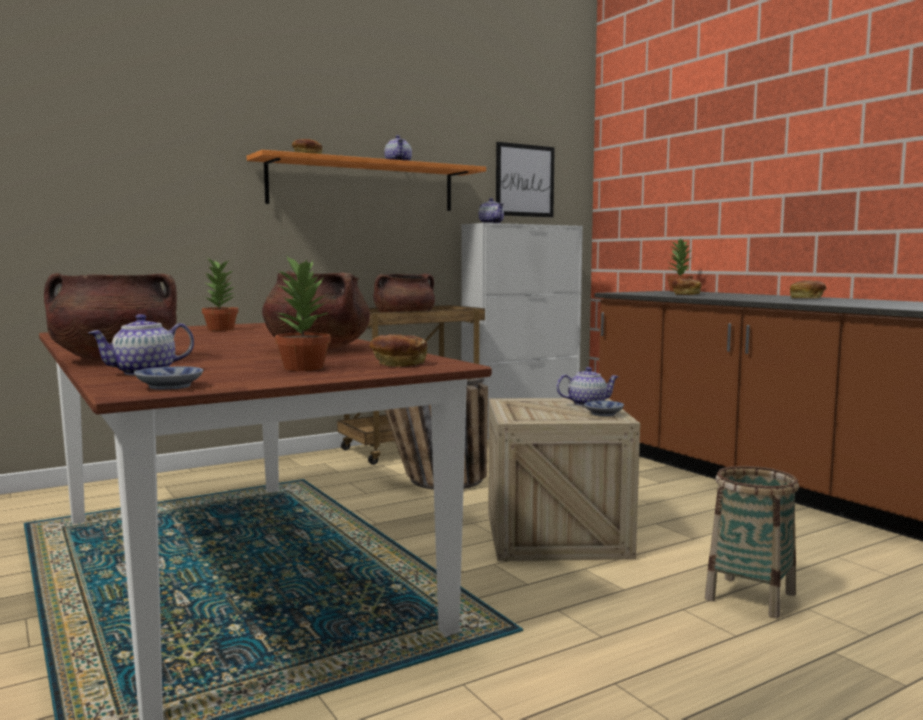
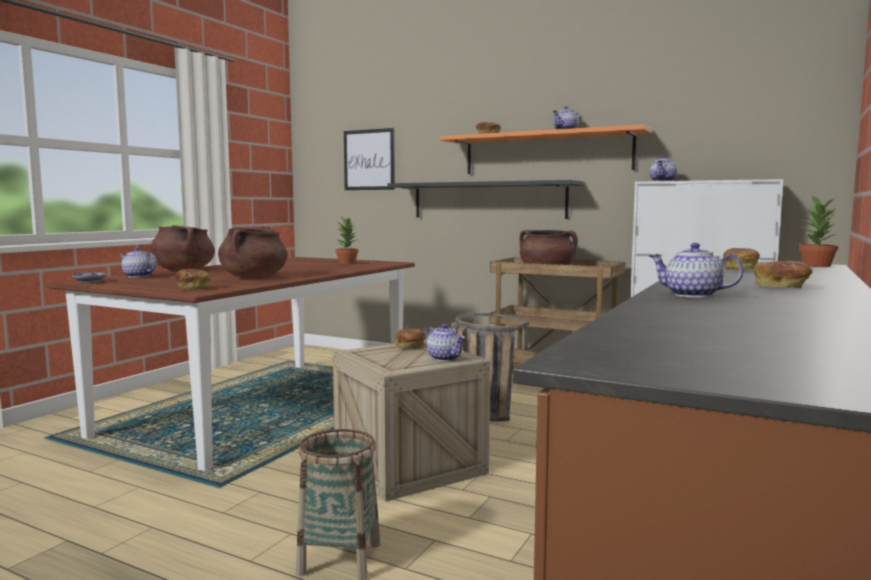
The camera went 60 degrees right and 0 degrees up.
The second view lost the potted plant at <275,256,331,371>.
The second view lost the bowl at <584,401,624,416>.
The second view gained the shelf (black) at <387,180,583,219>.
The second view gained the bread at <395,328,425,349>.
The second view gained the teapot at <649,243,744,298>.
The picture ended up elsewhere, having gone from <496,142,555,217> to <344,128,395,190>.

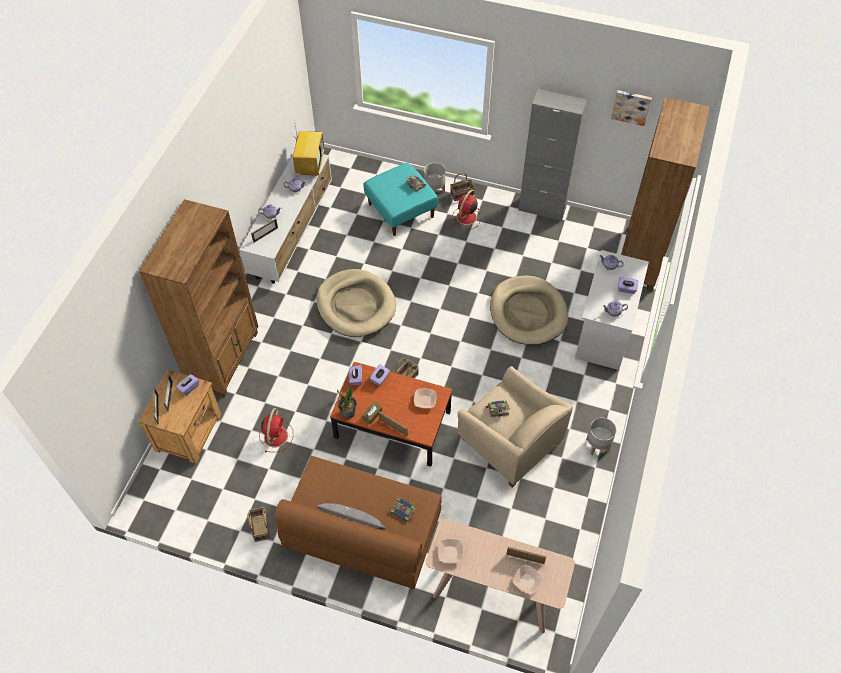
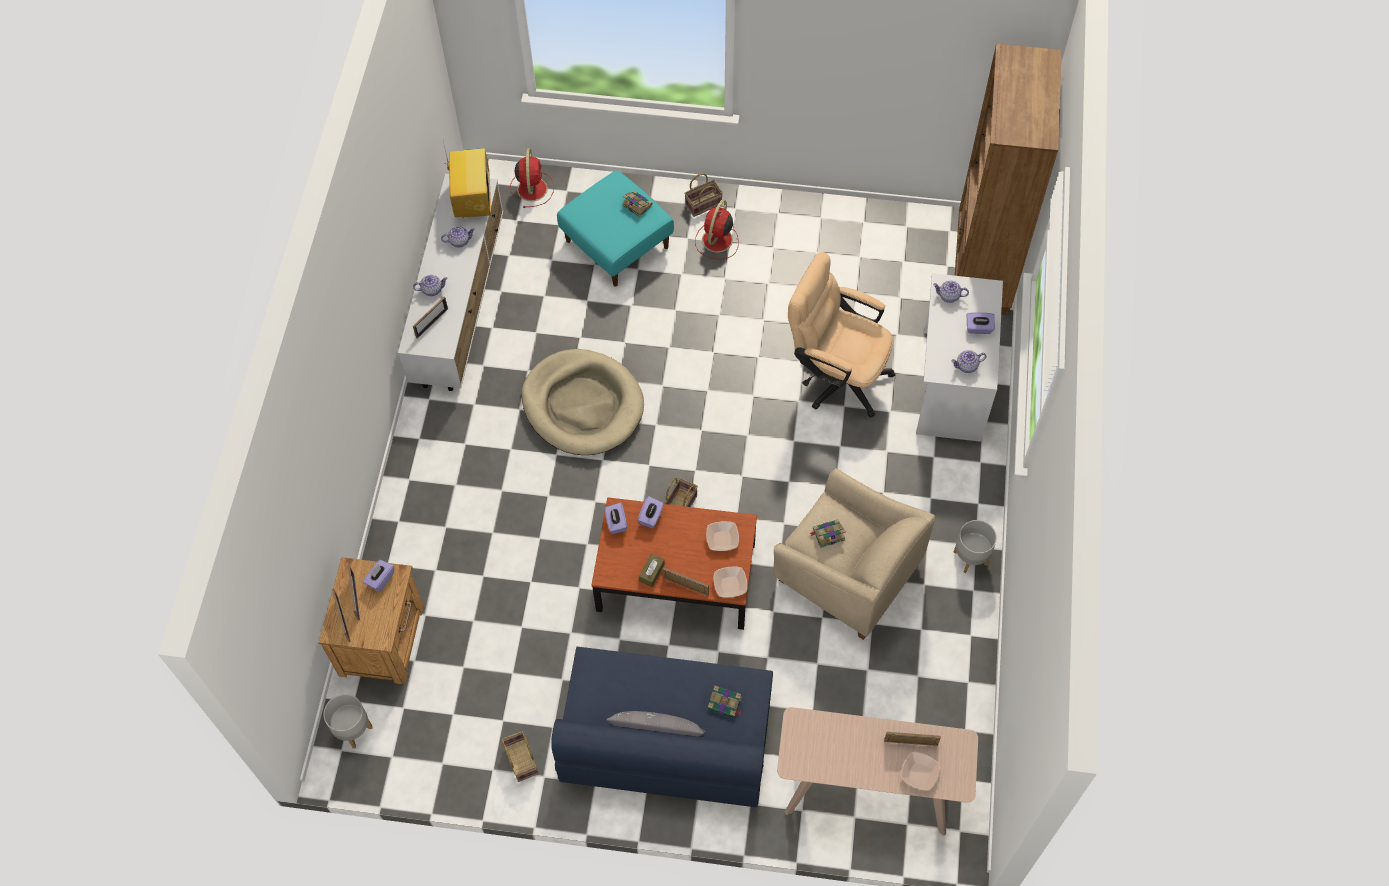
The camera went 10 degrees left and 5 degrees up.
The second view lost the bookcase (brown) at <139,199,259,397>.
The second view lost the potted plant at <337,385,357,419>.
The second view lost the cabinet (grey) at <518,89,587,221>.
The second view lost the picture at <611,90,652,126>.
The fan (red) ended up elsewhere, having gone from <259,408,293,452> to <510,148,554,208>.
The planter (grey) ended up elsewhere, having gone from <424,163,445,192> to <323,694,372,748>.
The bowl ended up elsewhere, having gone from <438,538,464,563> to <714,567,747,598>.
Where the dog bed (beige) stood at <490,275,568,345>, the office chair (beige) came to stand at <788,252,895,418>.
What was the sofa (brown) at <275,456,442,589> turned into the sofa (blue) at <551,647,773,807>.

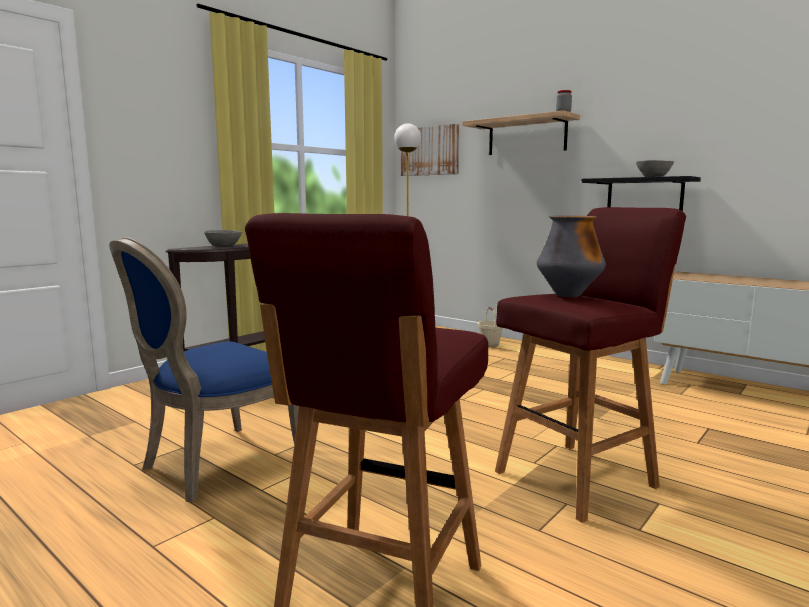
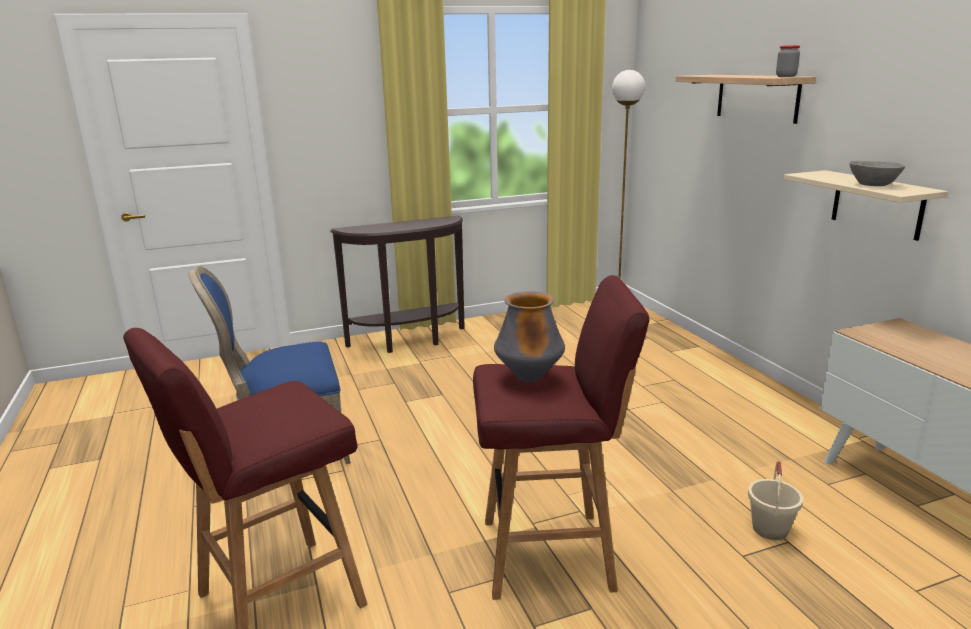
The camera went 30 degrees right and 10 degrees up.
The second view lost the bowl (grey) at <204,230,242,247>.
The second view lost the picture at <401,124,459,176>.
The bucket (beige) ended up elsewhere, having gone from <477,307,503,347> to <748,461,803,540>.
What was the shelf (black) at <581,176,701,211> turned into the shelf (beige) at <784,170,948,241>.

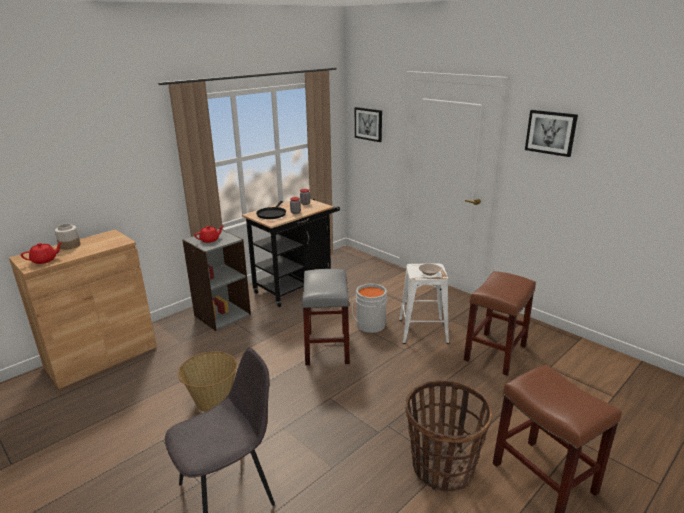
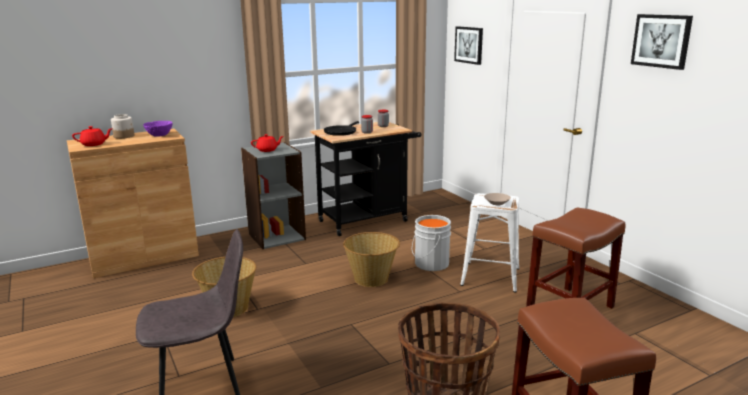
The camera went 15 degrees right and 5 degrees down.
The second view gained the bowl (purple) at <143,121,173,137>.
Where the stool (grey) stood at <302,269,350,366>, the basket came to stand at <343,232,400,287>.

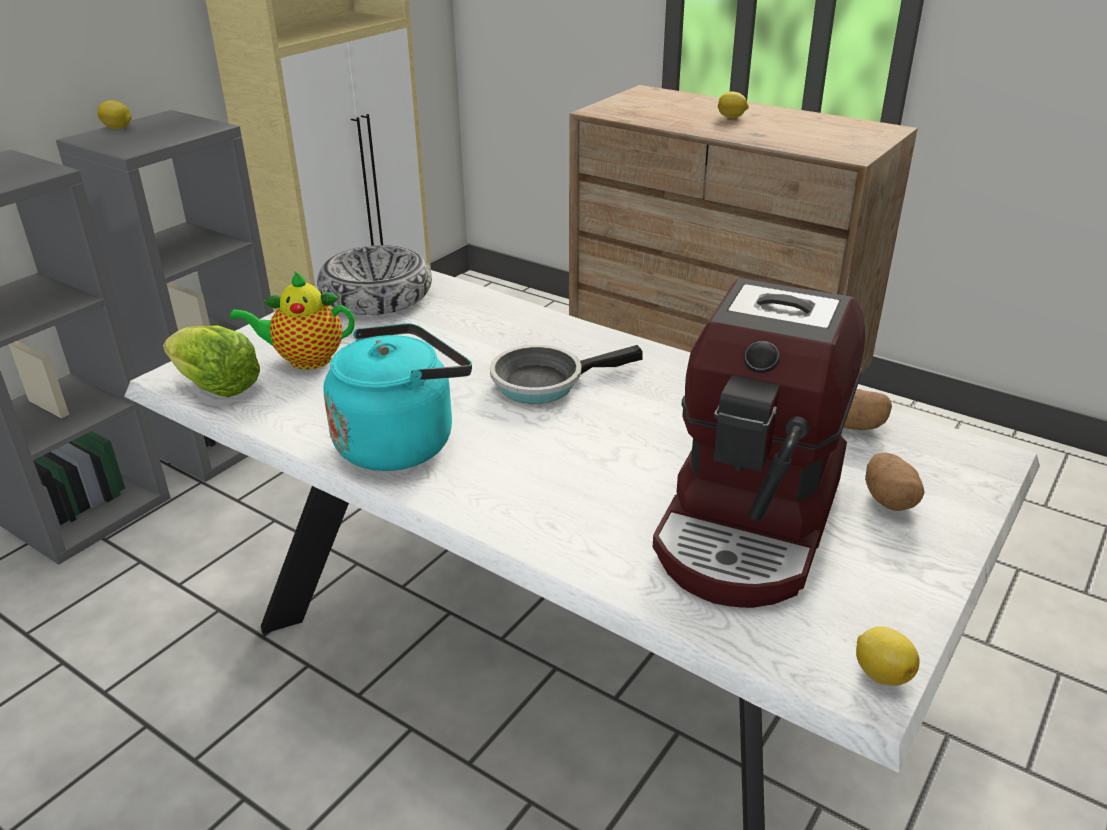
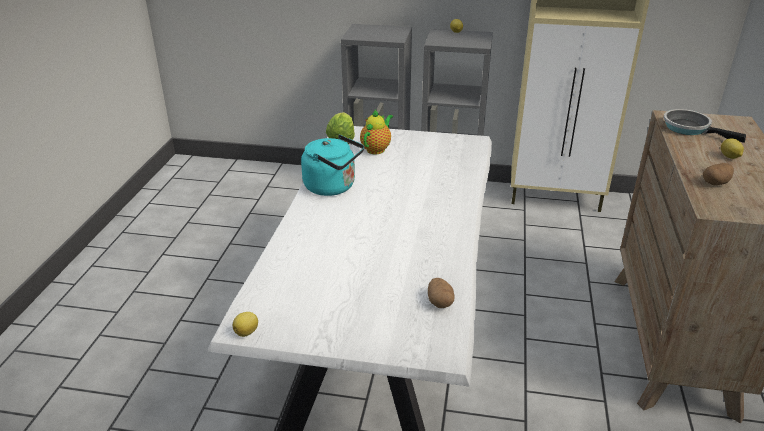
The camera went 65 degrees right and 0 degrees up.
The second view lost the bowl at <317,245,432,315>.
The second view lost the coffee machine at <653,278,865,608>.
The frying pan ended up elsewhere, having gone from <490,345,643,404> to <664,109,746,143>.
The potato ended up elsewhere, having gone from <865,453,925,511> to <703,163,734,185>.
The teapot at <229,271,354,369> ended up facing another way, 60 degrees clockwise from before.

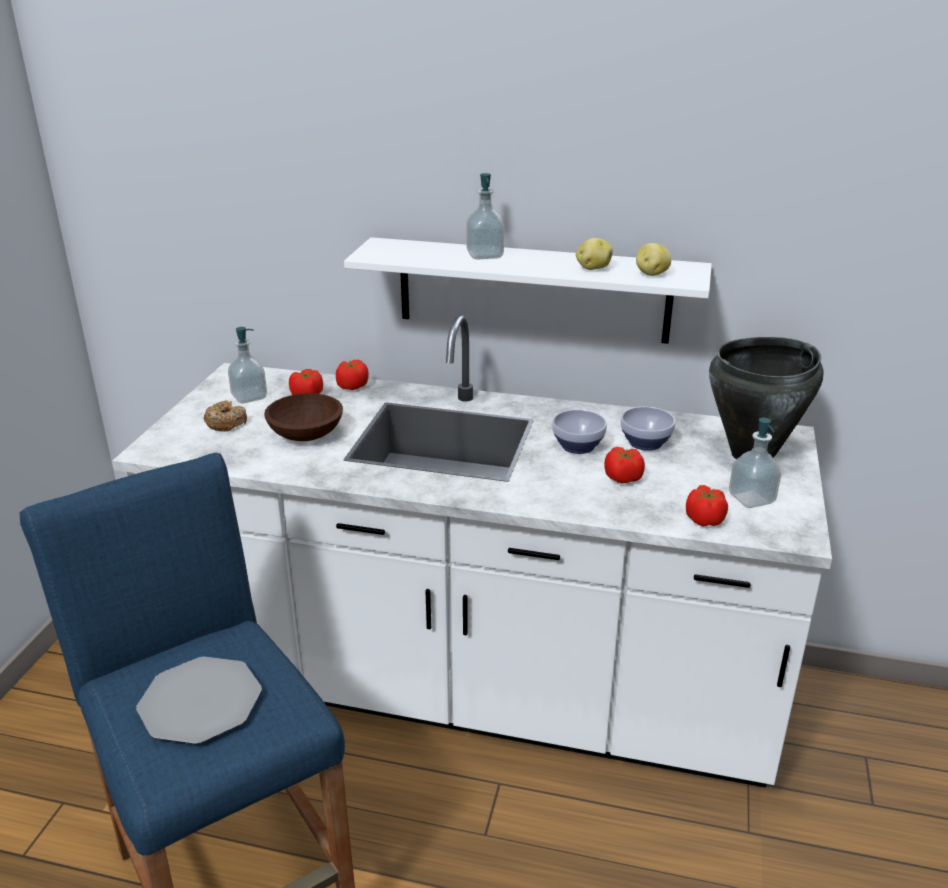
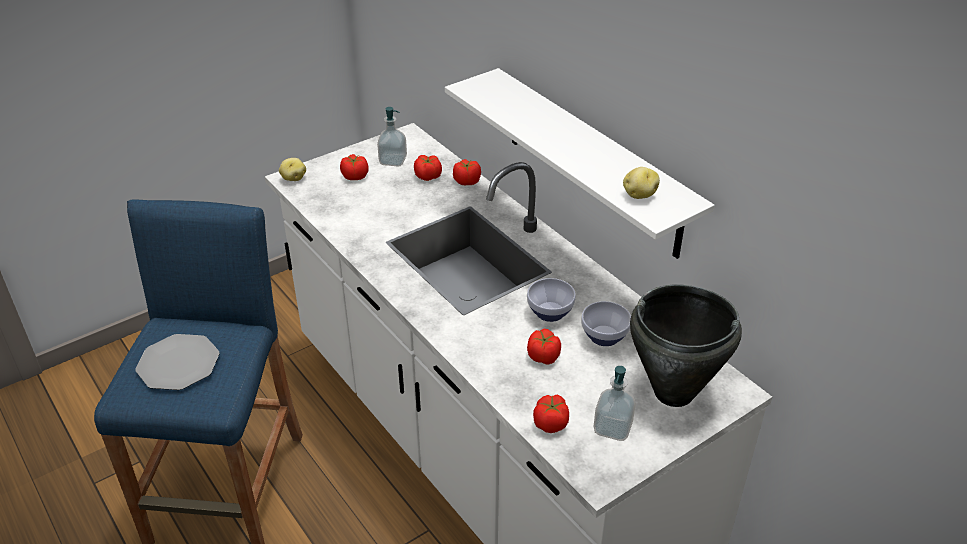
The camera went 40 degrees right and 10 degrees up.
The second view lost the bowl (brown) at <264,393,343,441>.
The second view lost the soap dispenser at <466,173,504,260>.
The potato ended up elsewhere, having gone from <576,238,613,270> to <279,158,306,181>.
Where the donut stood at <204,400,247,432>, the tomato came to stand at <340,154,369,180>.

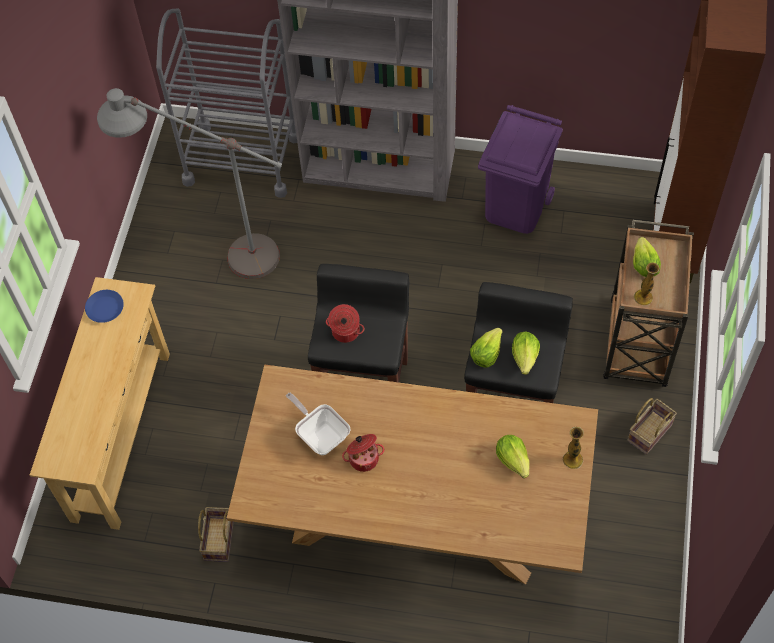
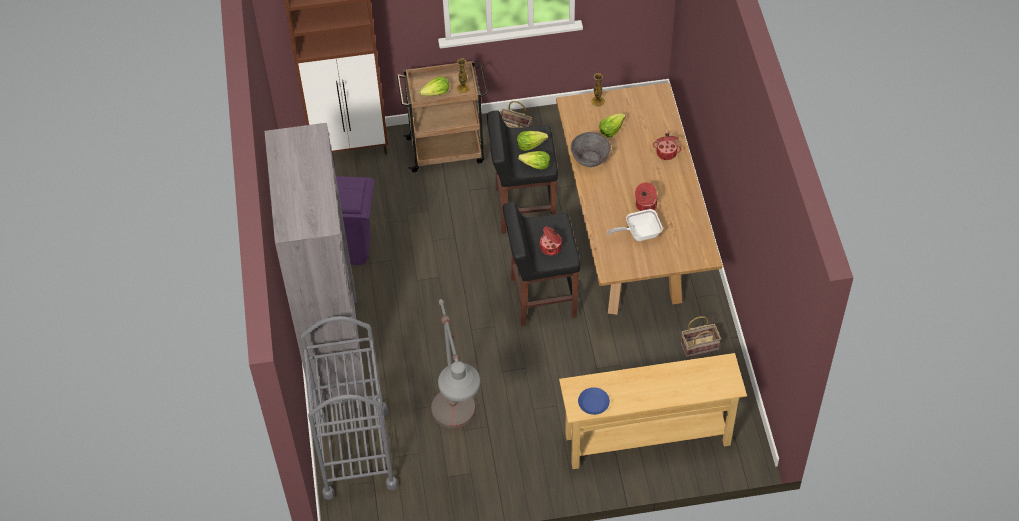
The camera went 110 degrees left and 5 degrees down.
The second view gained the bowl (grey) at <571,132,611,167>.
The second view gained the cooking pot at <653,133,682,160>.
The frying pan at <286,393,351,455> ended up facing another way, 45 degrees clockwise from before.

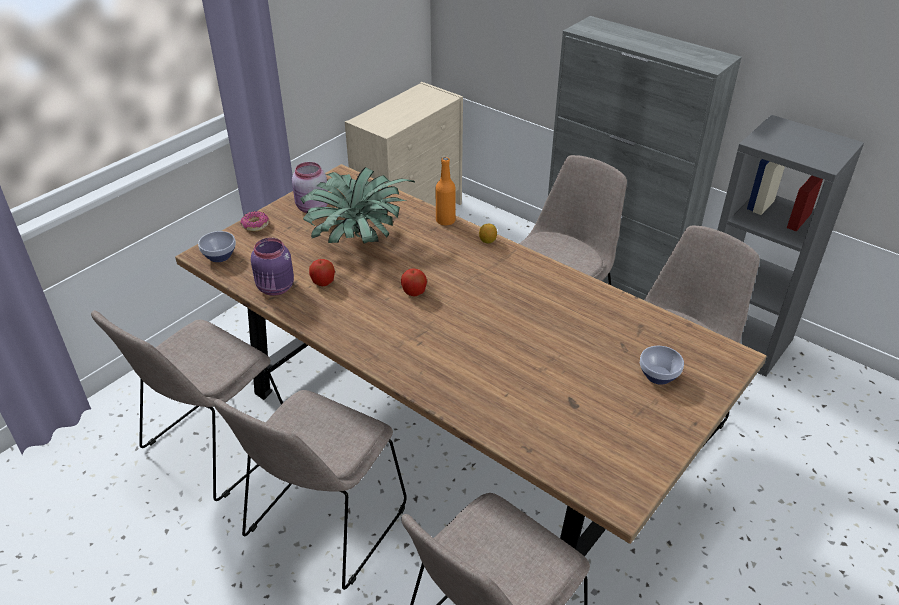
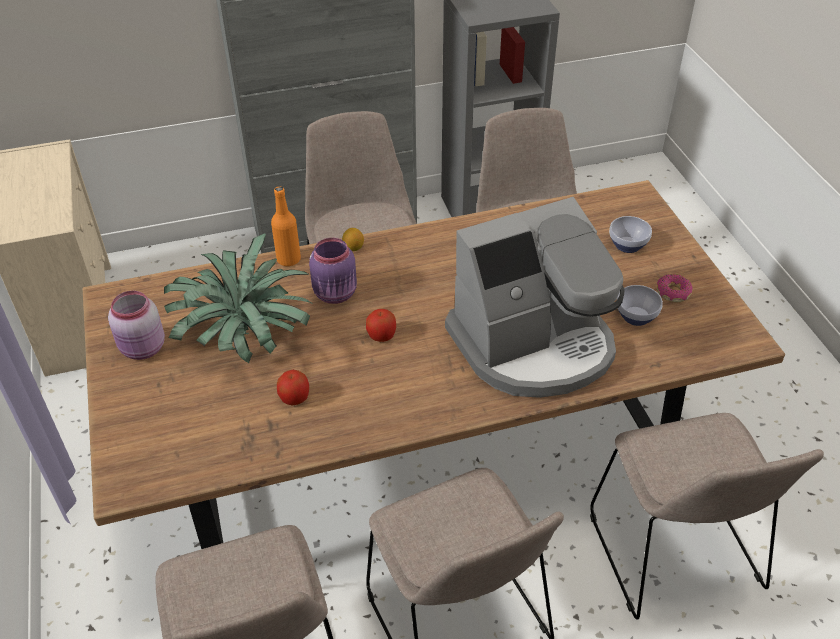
The camera went 55 degrees left and 5 degrees up.
The second view gained the coffee machine at <445,197,625,398>.
The bowl ended up elsewhere, having gone from <198,231,236,262> to <616,285,663,326>.
The donut ended up elsewhere, having gone from <240,211,269,231> to <657,274,693,303>.
The jar (purple) ended up elsewhere, having gone from <251,238,294,296> to <309,238,357,304>.

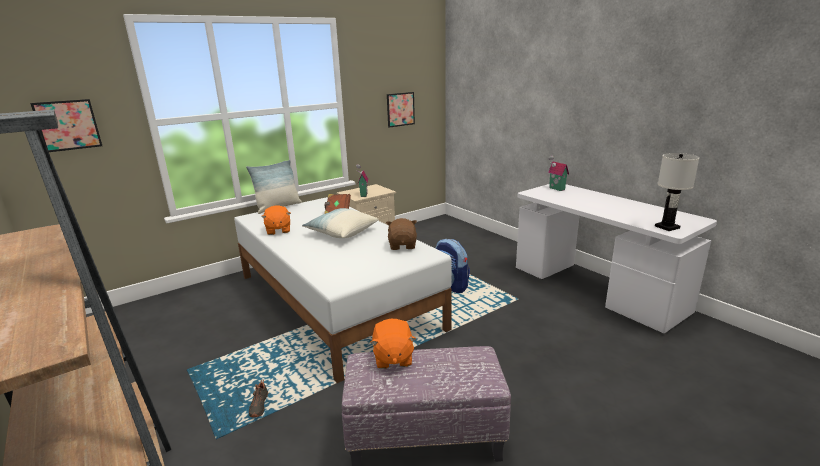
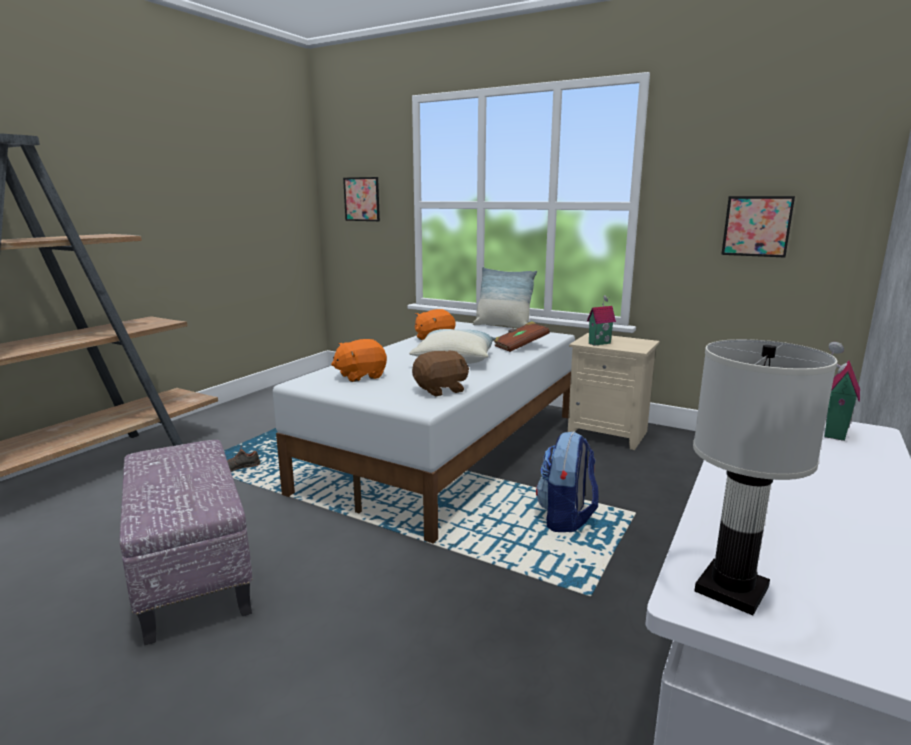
The camera went 65 degrees right and 5 degrees down.
The plush toy (orange) ended up elsewhere, having gone from <370,319,416,369> to <331,339,387,382>.

